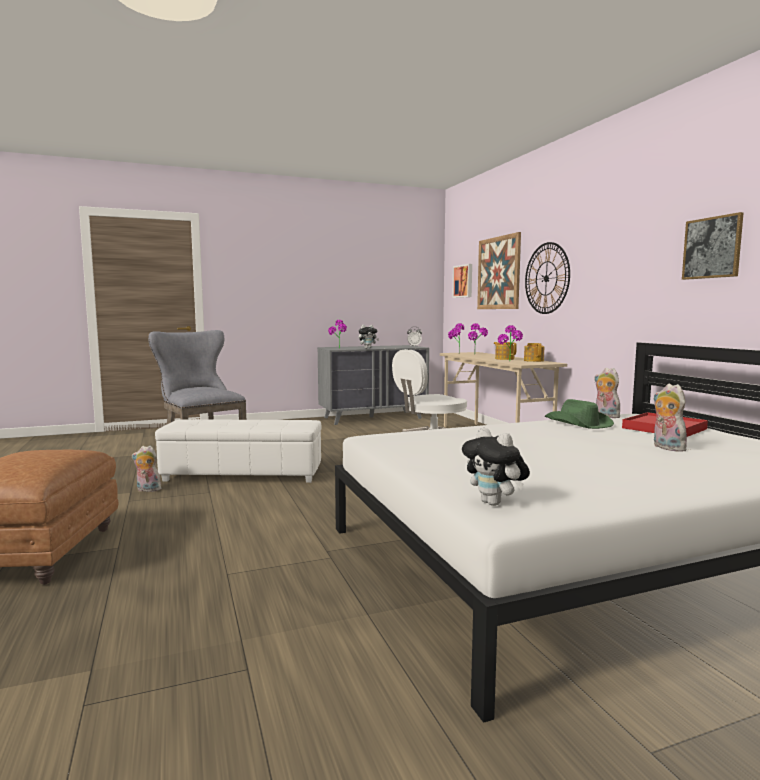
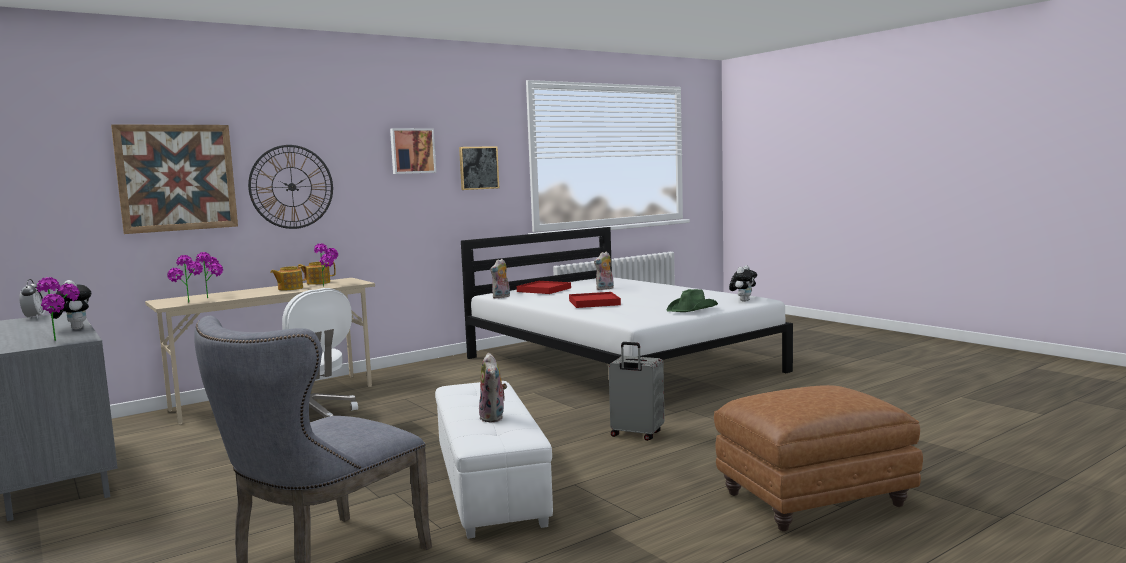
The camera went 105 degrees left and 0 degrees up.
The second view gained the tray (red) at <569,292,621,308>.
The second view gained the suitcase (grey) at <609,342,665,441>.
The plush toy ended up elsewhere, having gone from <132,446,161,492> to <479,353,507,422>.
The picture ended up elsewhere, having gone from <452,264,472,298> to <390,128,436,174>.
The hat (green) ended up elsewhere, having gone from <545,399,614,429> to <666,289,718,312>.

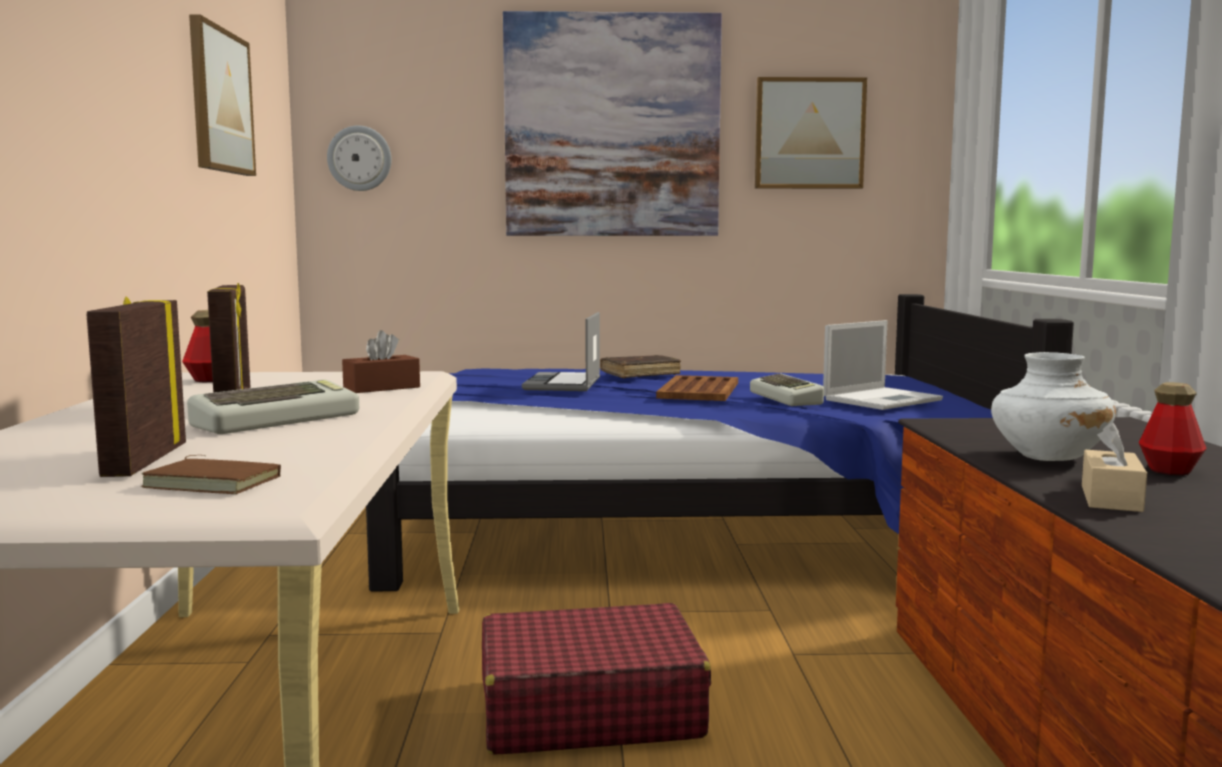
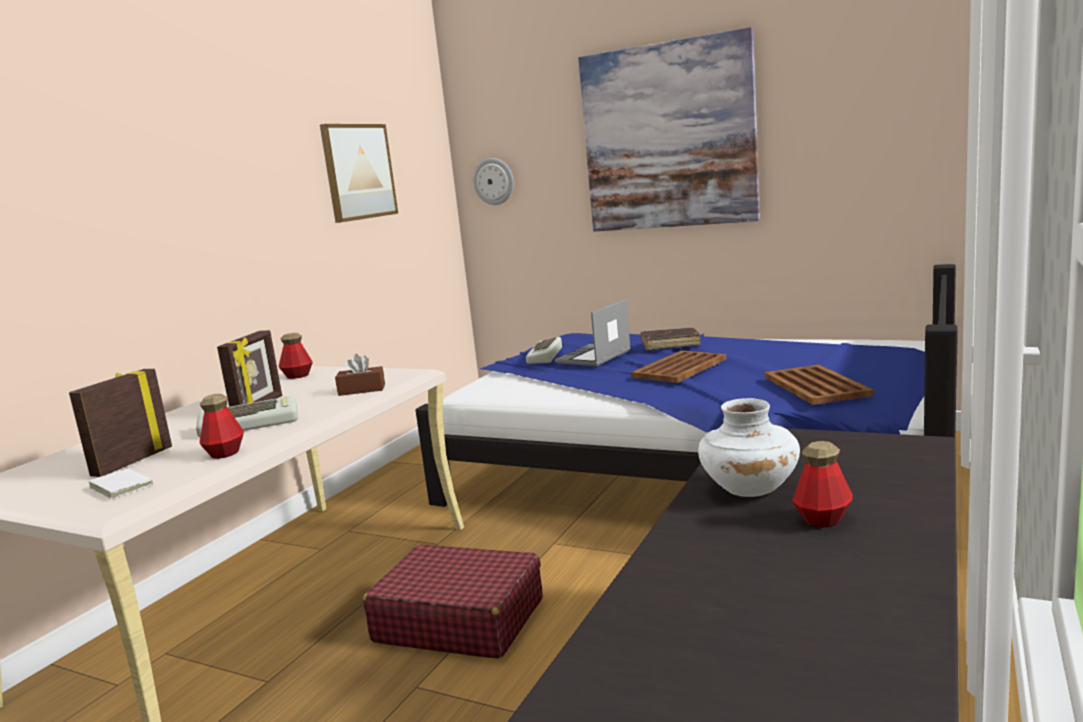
The camera went 30 degrees right and 5 degrees up.
The second view lost the picture at <755,77,867,189>.
The second view lost the tissue box (beige) at <1082,422,1147,512>.
The second view gained the bottle at <200,394,244,459>.
The keyboard ended up elsewhere, having gone from <750,374,824,406> to <526,337,562,364>.
Where the laptop stood at <823,320,943,410>, the tray (brown) came to stand at <765,365,874,405>.
What was the book (brown) at <141,455,281,494> turned into the book (white) at <88,465,153,500>.

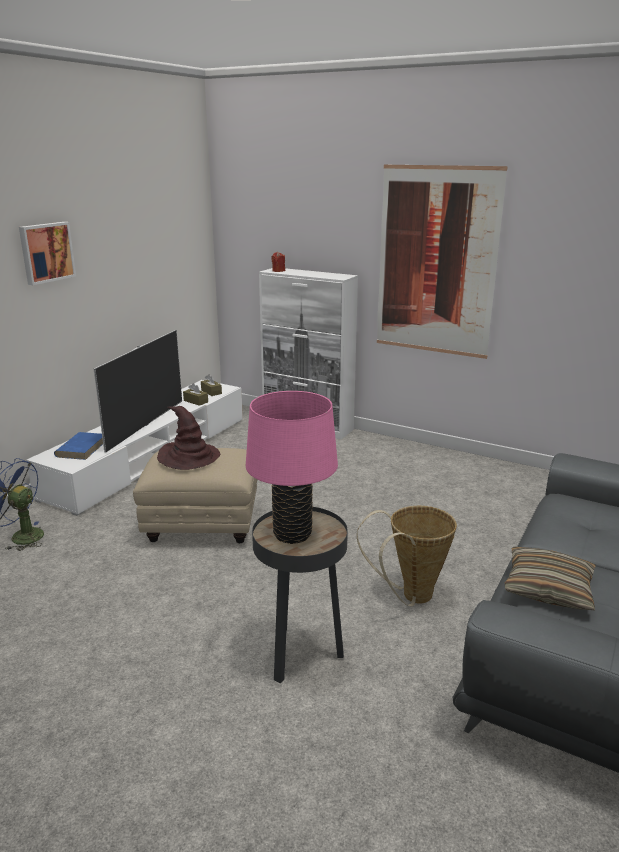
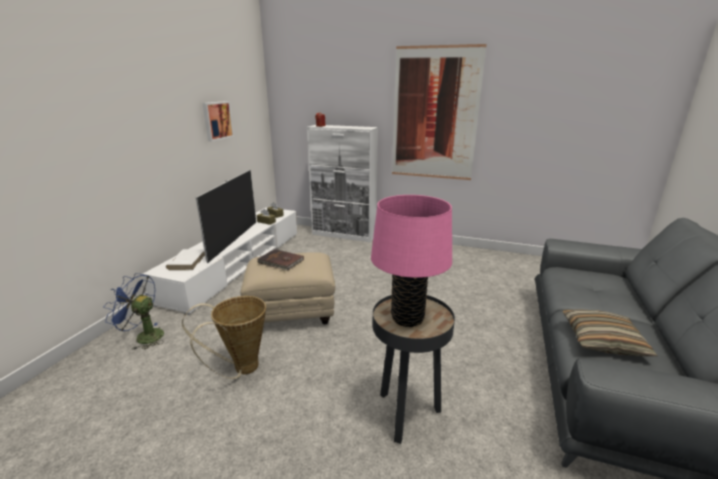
The camera went 10 degrees left and 0 degrees up.
The picture ended up elsewhere, having gone from <19,222,76,285> to <202,101,234,142>.
The basket ended up elsewhere, having gone from <357,506,457,607> to <182,296,266,379>.
Where the hat (brown) stood at <157,406,220,470>, the book (brown) came to stand at <257,249,304,271>.
What was the book (blue) at <54,432,103,460> turned into the book (white) at <166,249,205,270>.

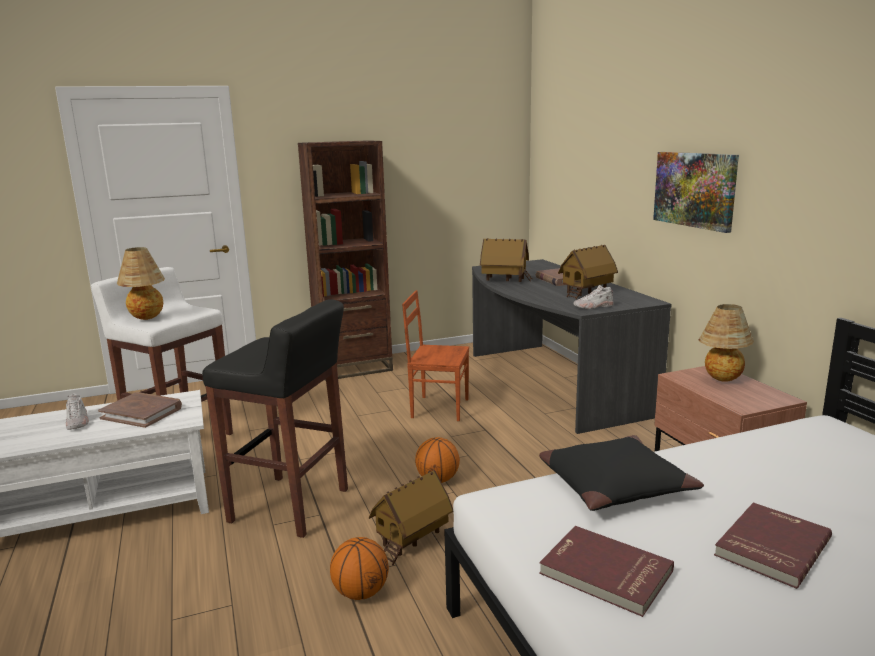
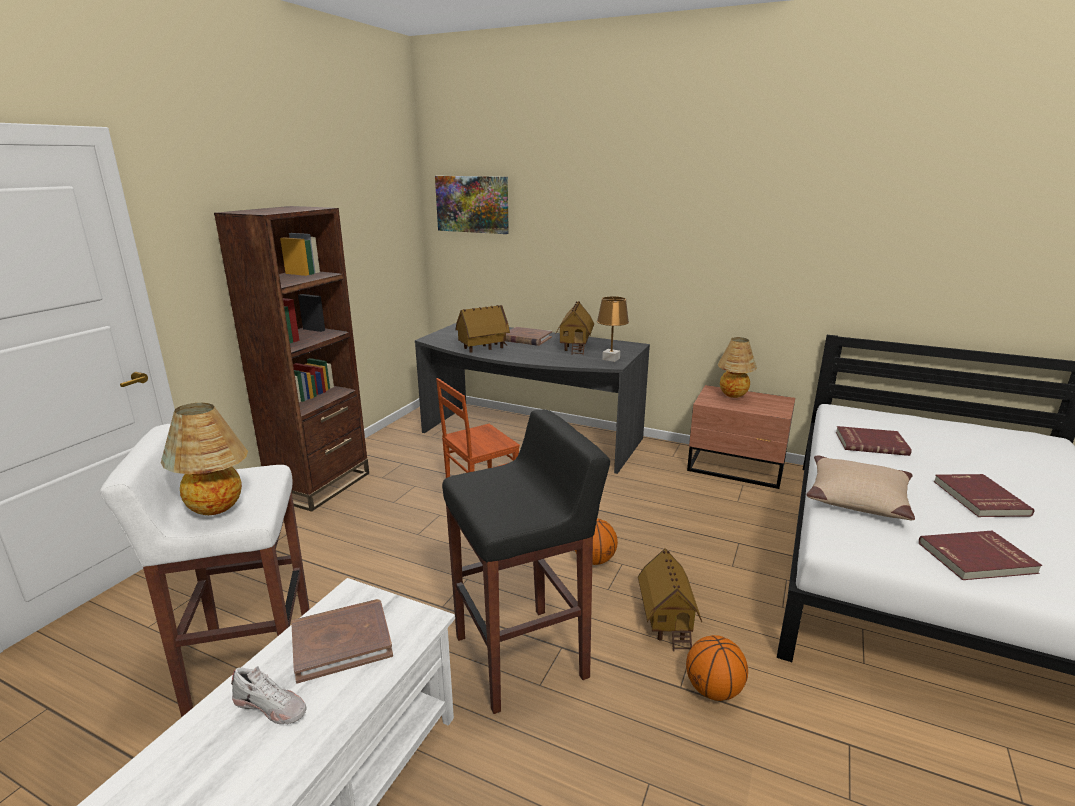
The camera went 45 degrees left and 5 degrees up.
The second view gained the book (red) at <836,426,912,456>.
The picture ended up elsewhere, having gone from <653,152,739,233> to <435,176,509,234>.
Where the shoe (white) stood at <573,285,613,309>, the table lamp (brown) came to stand at <597,296,629,362>.
What was the pillow (black) at <539,435,704,511> turned into the pillow (beige) at <807,456,915,520>.

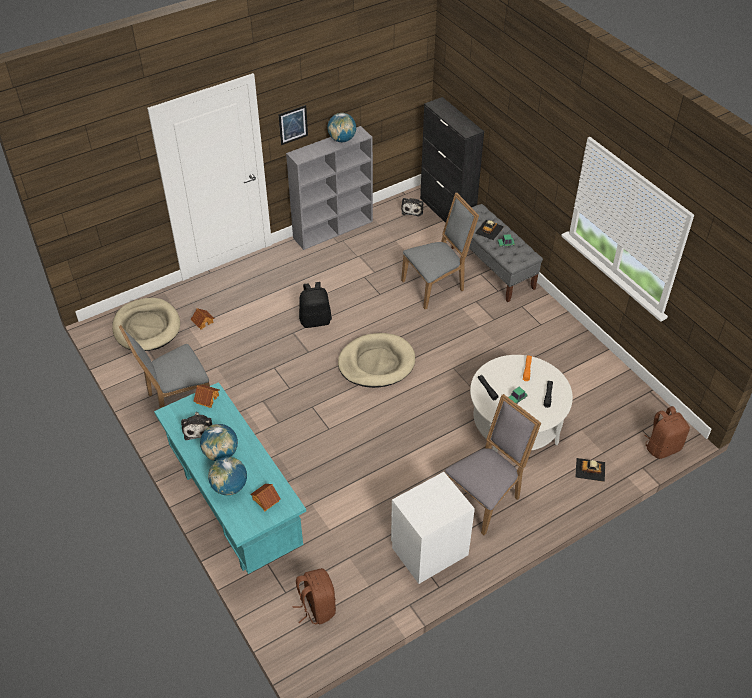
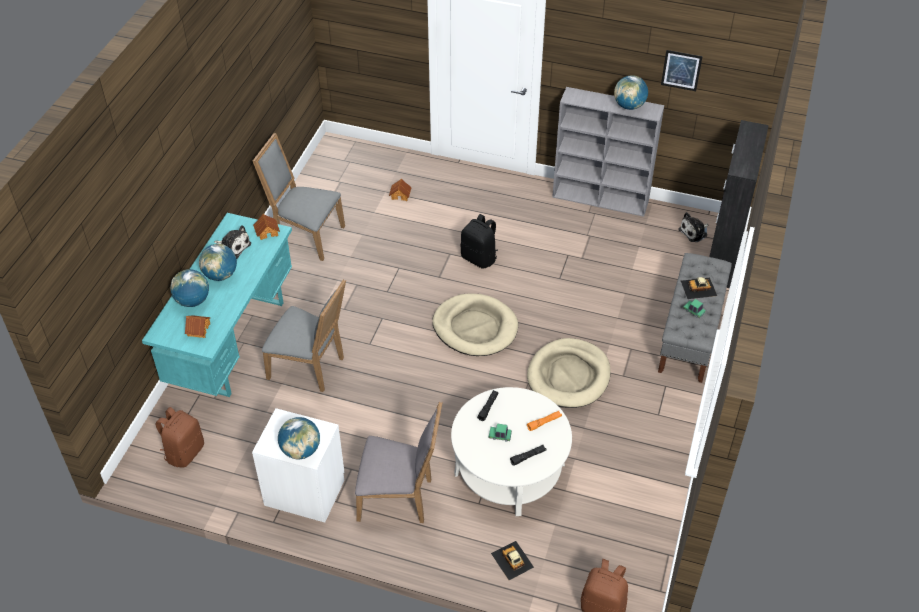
The camera went 50 degrees right and 0 degrees up.
The second view gained the globe at <278,417,320,459>.
The dog bed (beige) ended up elsewhere, having gone from <112,298,180,351> to <527,338,611,408>.
The picture ended up elsewhere, having gone from <278,105,308,145> to <661,50,703,91>.
The chair (grey) ended up elsewhere, having gone from <401,193,479,309> to <262,279,346,392>.
The plush toy at <181,412,212,440> ended up facing another way, 105 degrees counterclockwise from before.

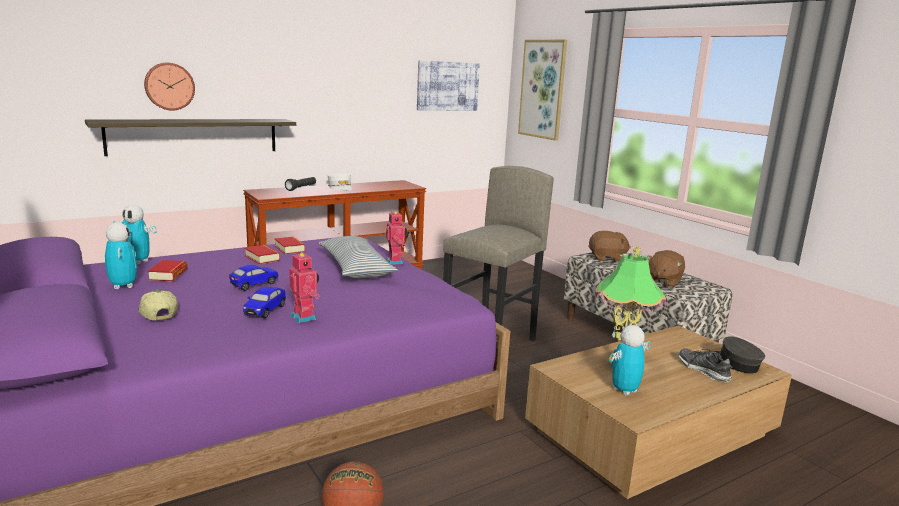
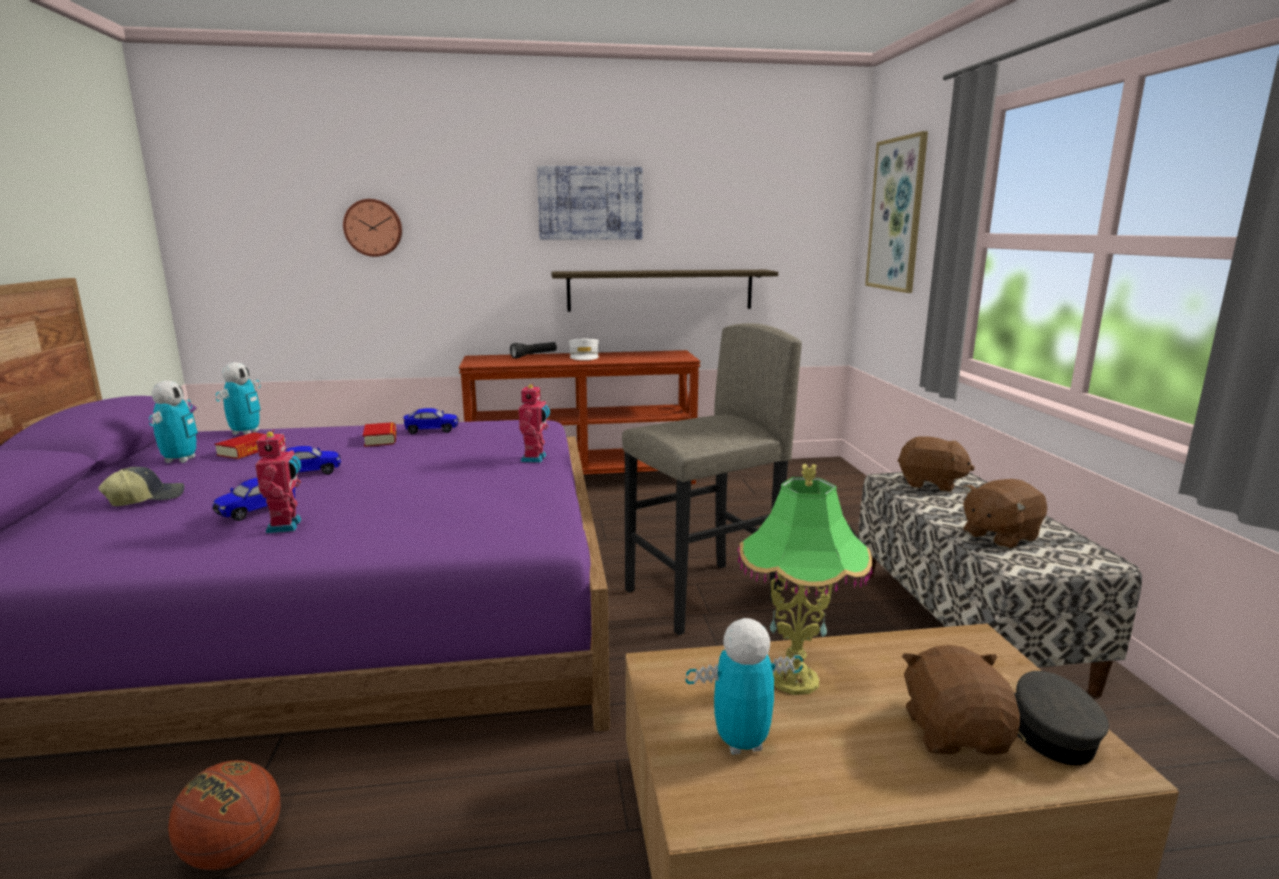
The camera went 25 degrees right and 0 degrees up.
The second view lost the pillow at <318,236,398,278>.
The shelf ended up elsewhere, having gone from <85,119,296,156> to <551,270,778,312>.
The picture ended up elsewhere, having gone from <417,60,480,111> to <537,166,643,240>.
Where the book stood at <275,237,305,254>, the toy car came to stand at <403,408,459,434>.
Where the shoe stood at <678,348,732,382>, the plush toy (brown) came to stand at <902,645,1020,755>.
The toy robot at <113,204,156,264> ended up facing another way, 120 degrees counterclockwise from before.
The cap at <138,289,178,321> ended up facing another way, 60 degrees clockwise from before.

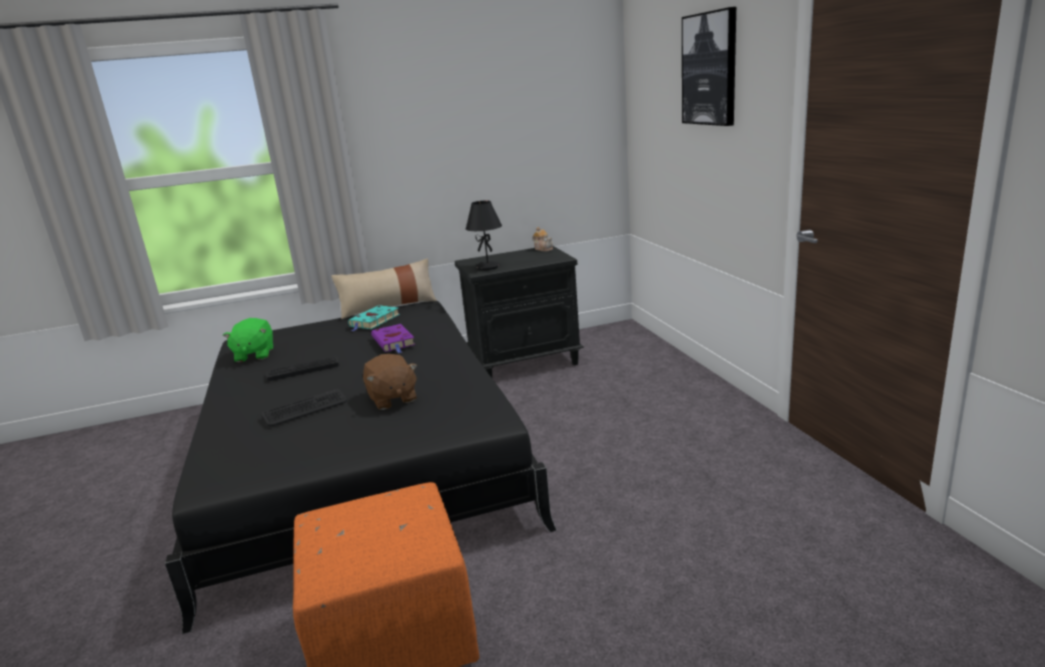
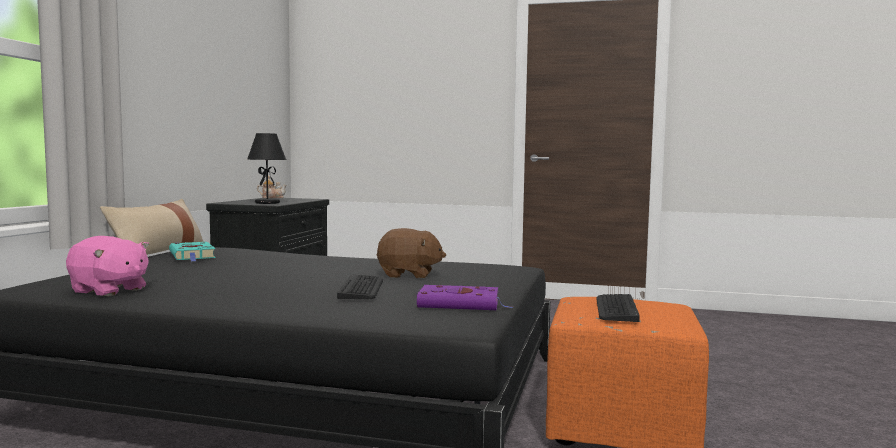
The camera went 60 degrees left and 15 degrees down.
The second view lost the picture at <682,7,736,126>.
The keyboard ended up elsewhere, having gone from <266,357,339,381> to <596,294,640,322>.
The book (purple) ended up elsewhere, having gone from <371,324,415,353> to <417,285,512,310>.
What was the plush toy (green) at <223,318,273,362> turned into the plush toy (pink) at <66,236,149,296>.

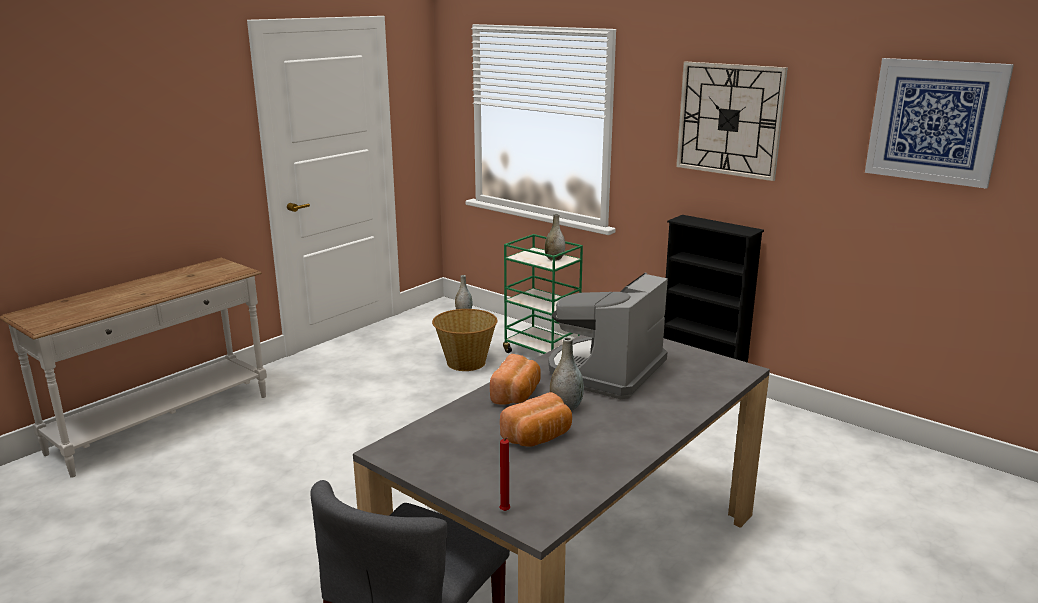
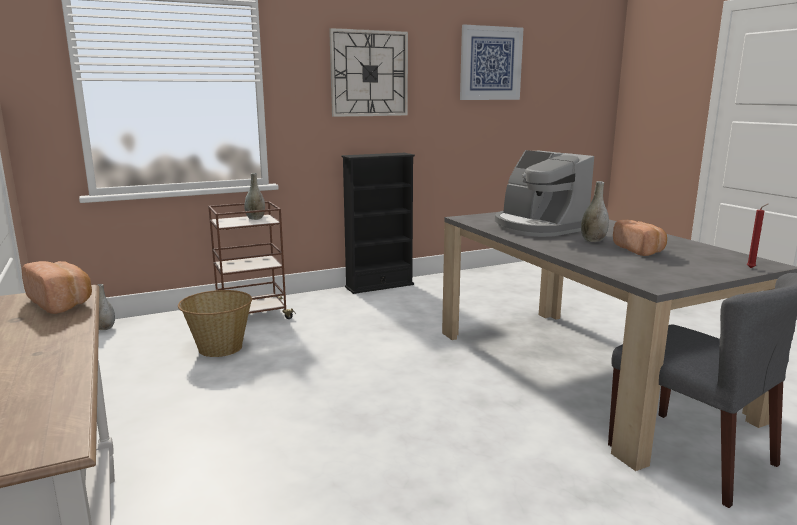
The camera went 65 degrees left and 5 degrees down.
The bread ended up elsewhere, having gone from <490,354,541,405> to <22,261,92,314>.
What was the cart (green) at <503,234,583,354> turned into the cart (brown) at <208,201,296,319>.

